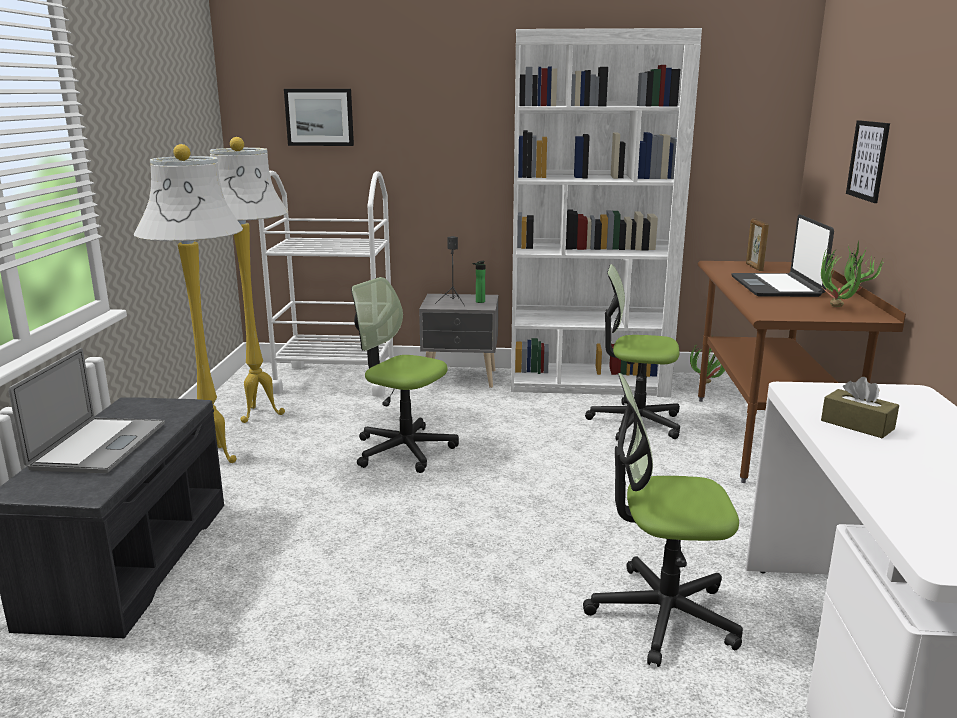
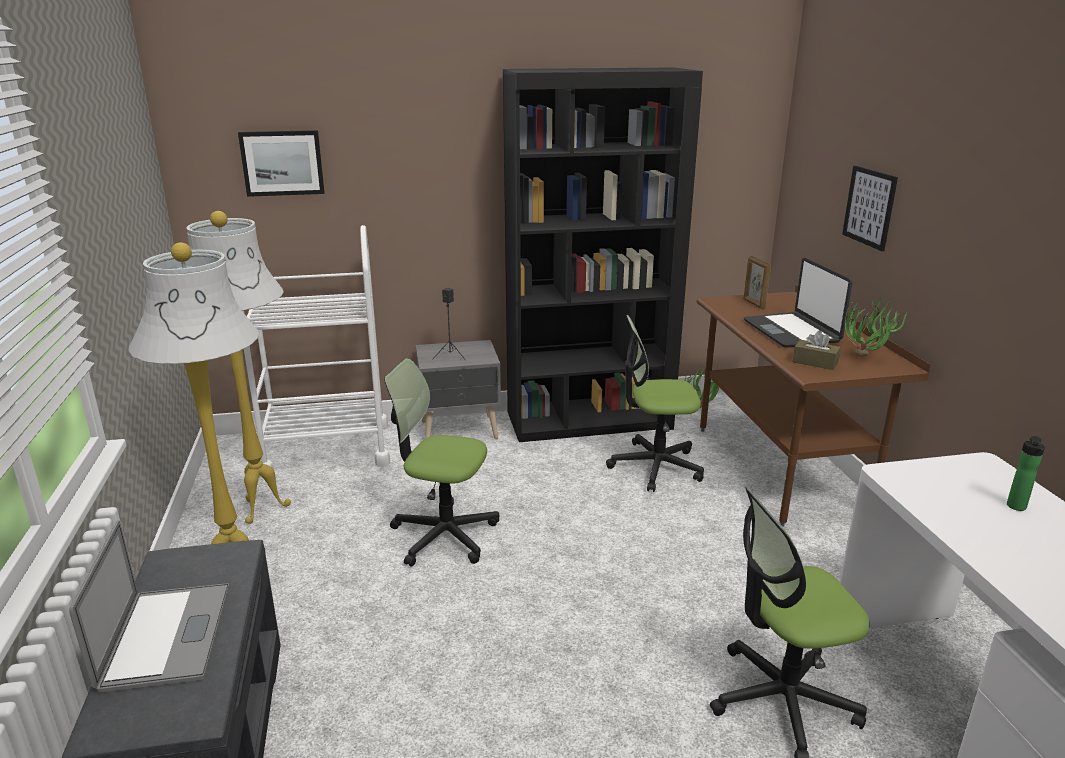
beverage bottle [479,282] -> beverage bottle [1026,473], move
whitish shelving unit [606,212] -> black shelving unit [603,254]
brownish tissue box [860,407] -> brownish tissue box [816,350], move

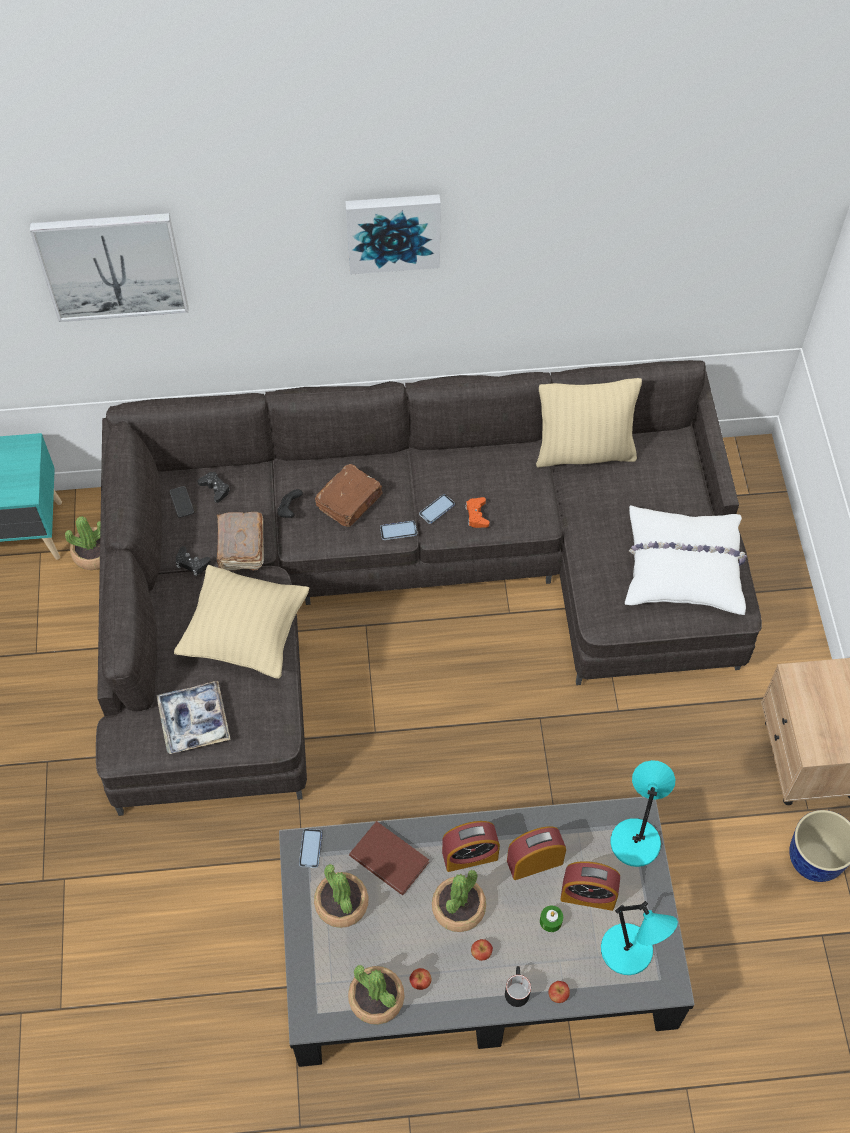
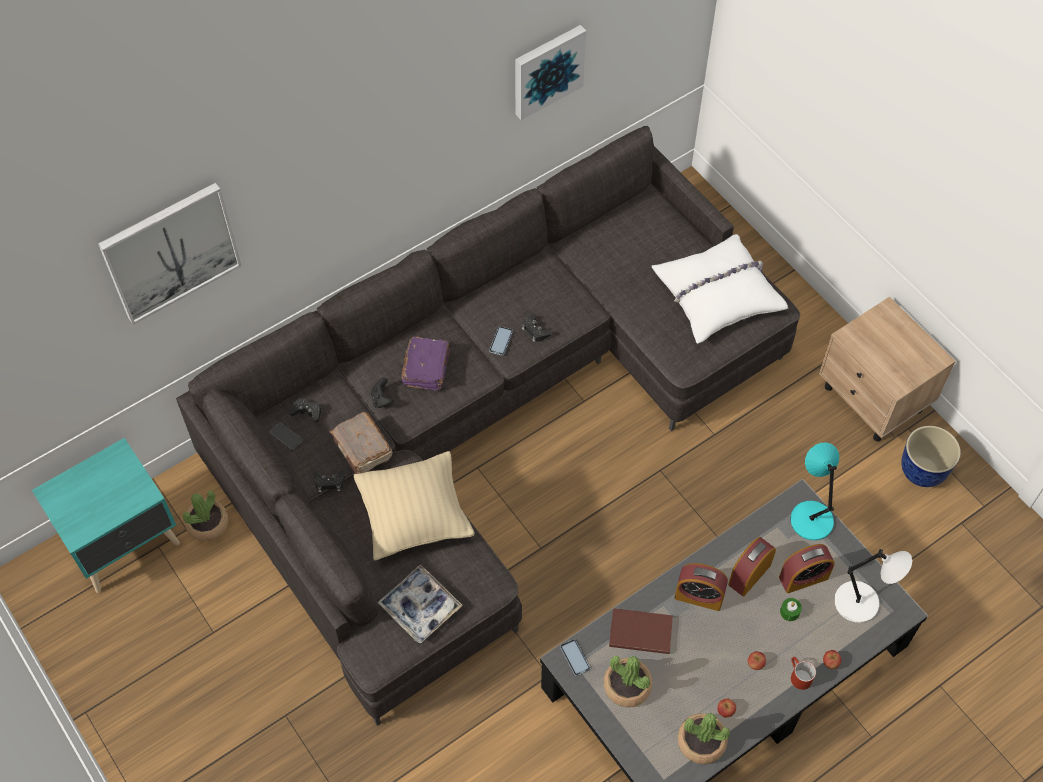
brownish volume [349,495] -> purplish volume [425,363]
wall picture [393,234] -> wall picture [550,72], move
handset [398,530] -> none
houseplant [459,901] -> none
table clock [471,846] -> table clock [701,587], 60 degrees clockwise
orange game controller [477,512] -> black game controller [536,328]
black coffee mug [518,986] -> red coffee mug [803,673]
sand-coloured throw pillow [589,422] -> none
turquoise-coloured tabletop lamp [639,938] -> whitish tabletop lamp [873,586]

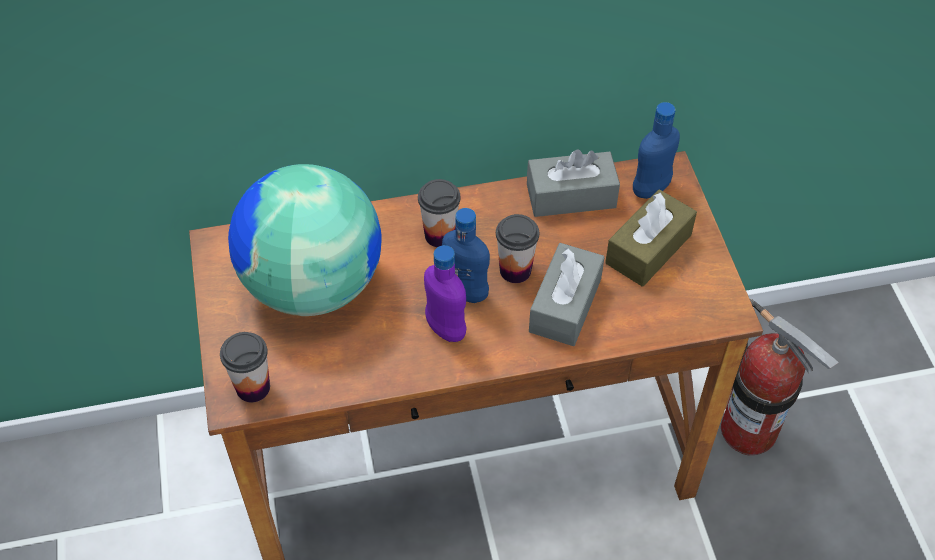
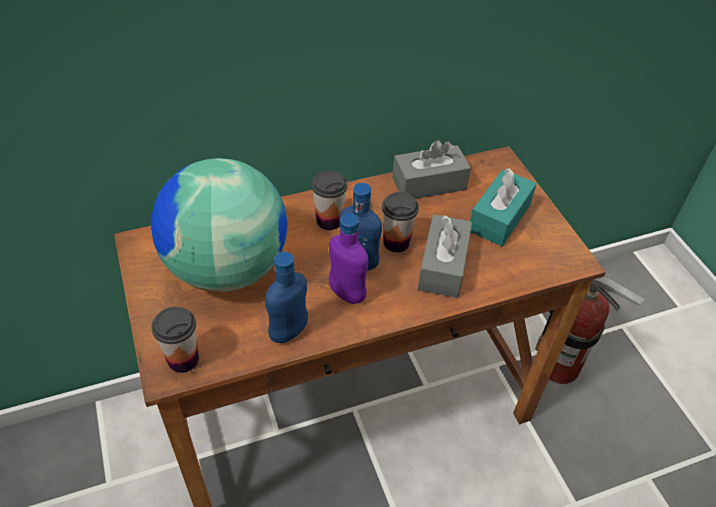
brownish tissue box [651,238] -> turquoise-coloured tissue box [503,207]
blue beverage bottle [656,150] -> blue beverage bottle [286,297], move

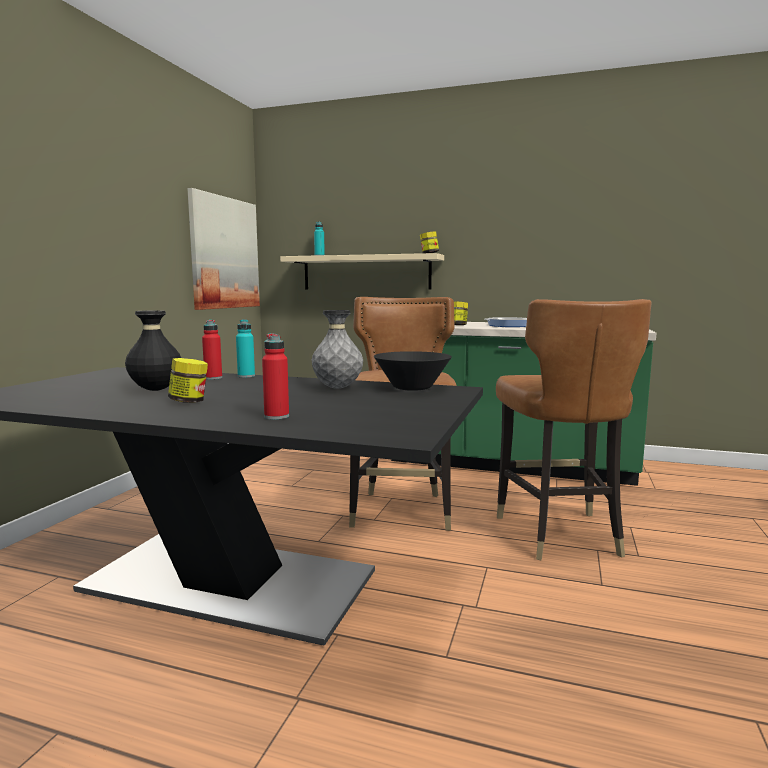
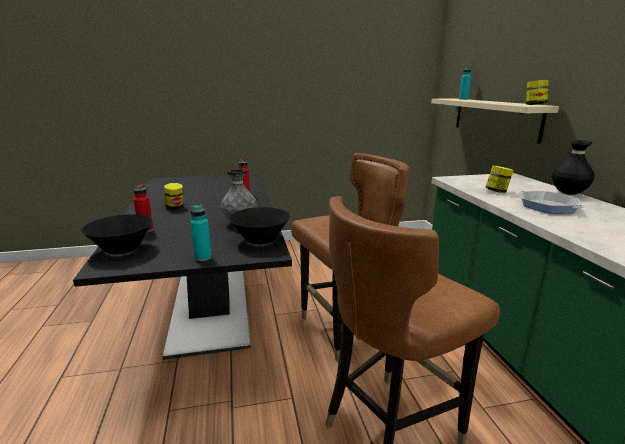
black vase [153,350] -> black vase [573,167], move
wall picture [223,249] -> none
turquoise-coloured beverage bottle [245,348] -> turquoise-coloured beverage bottle [201,233], move
none -> black deep dish [117,234]

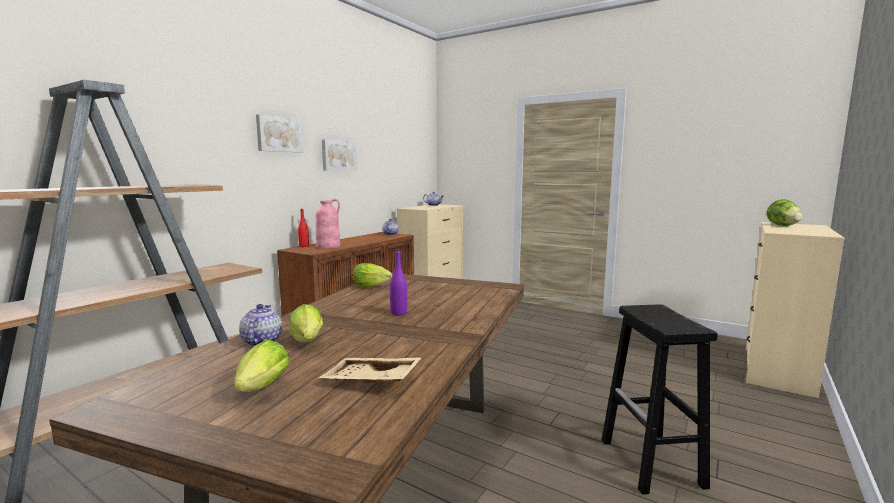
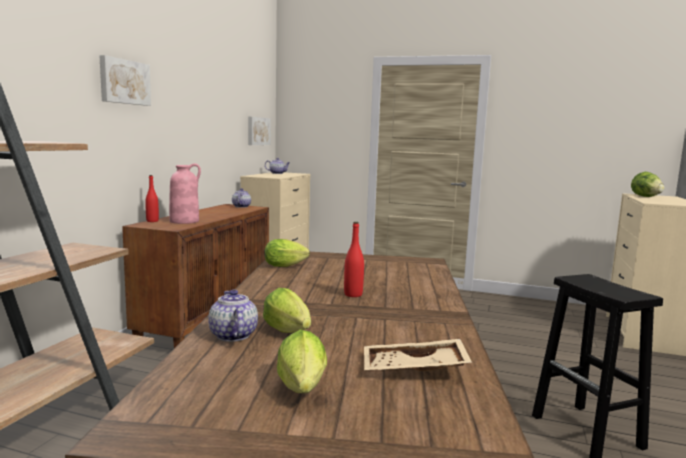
wall picture [340,154] -> wall picture [259,131], move
purplish beverage bottle [398,282] -> red beverage bottle [354,259]

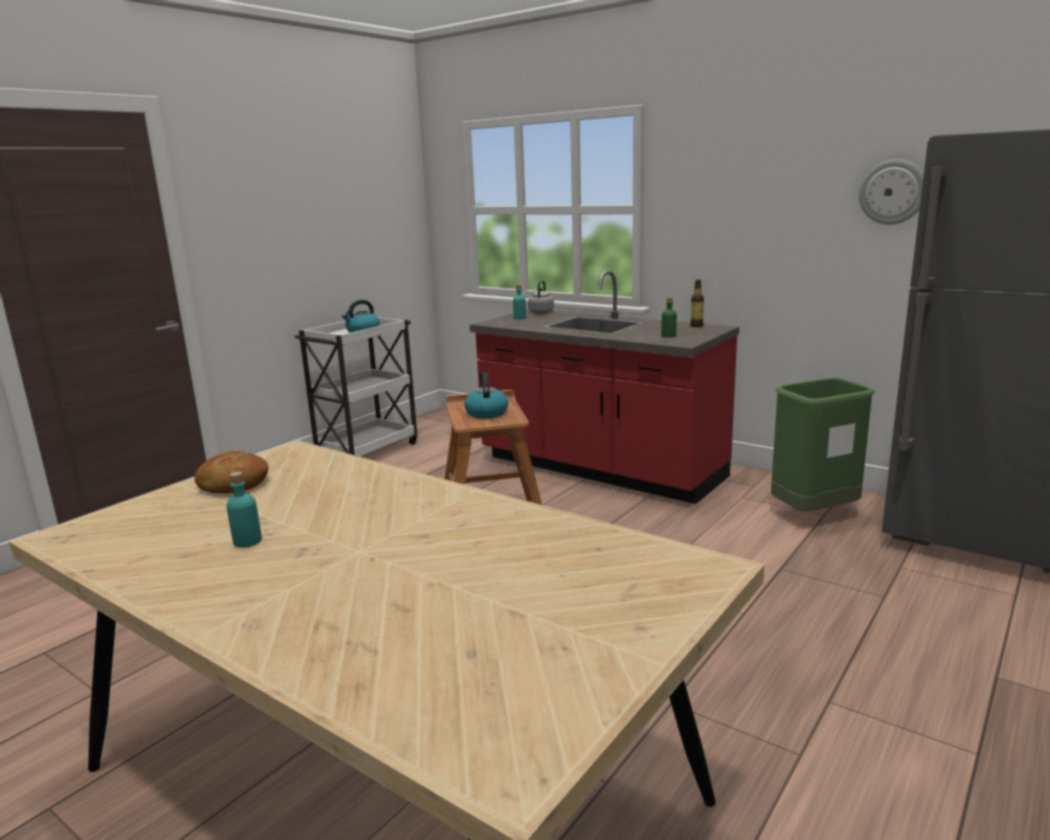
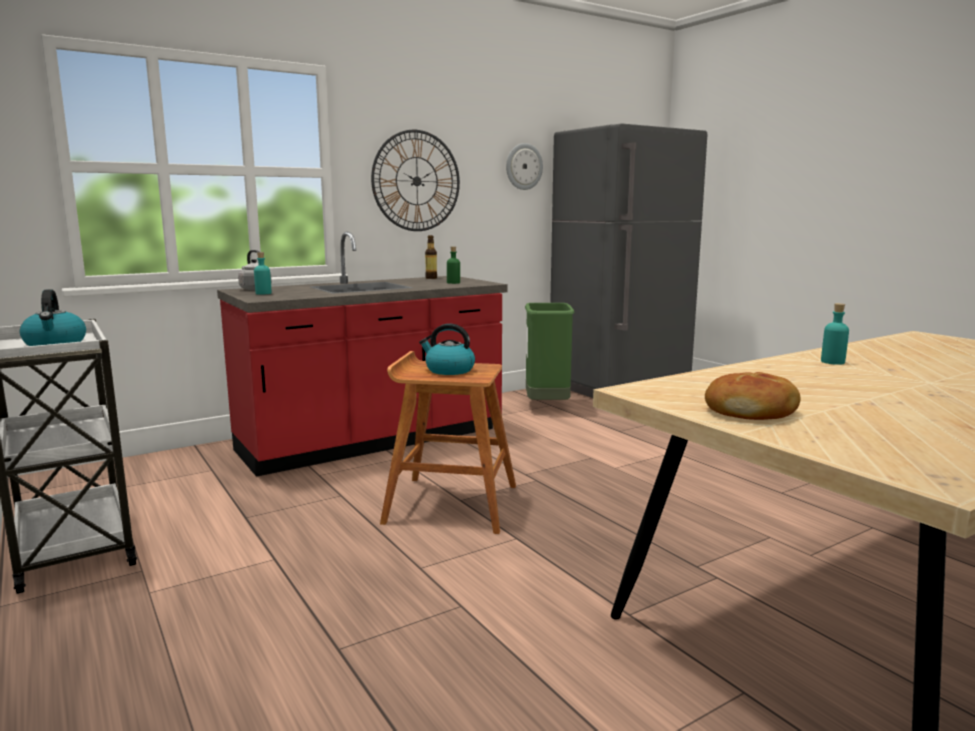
turquoise-coloured beverage bottle [244,509] -> turquoise-coloured beverage bottle [835,334], move
none -> hanging clock [415,180]

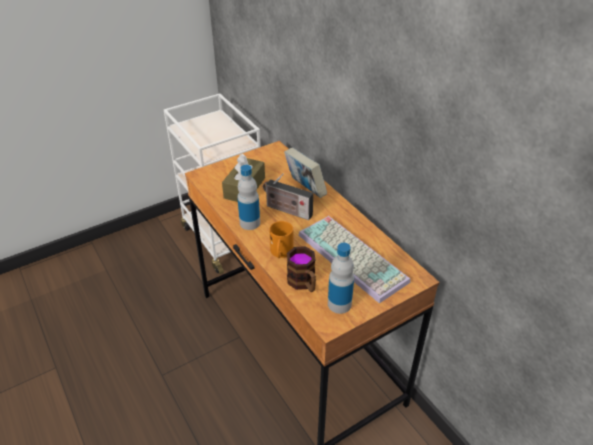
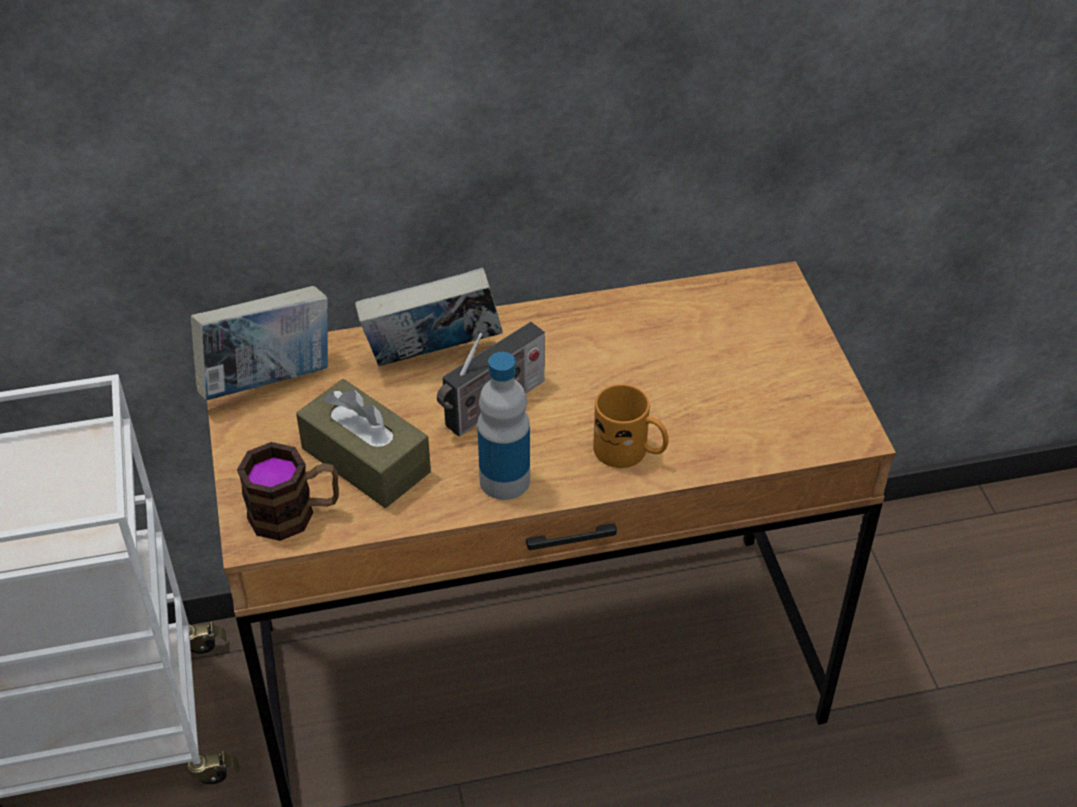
coffee mug [301,269] -> coffee mug [288,491], move
computer keyboard [354,259] -> none
beverage bottle [341,278] -> none
none -> volume [259,343]

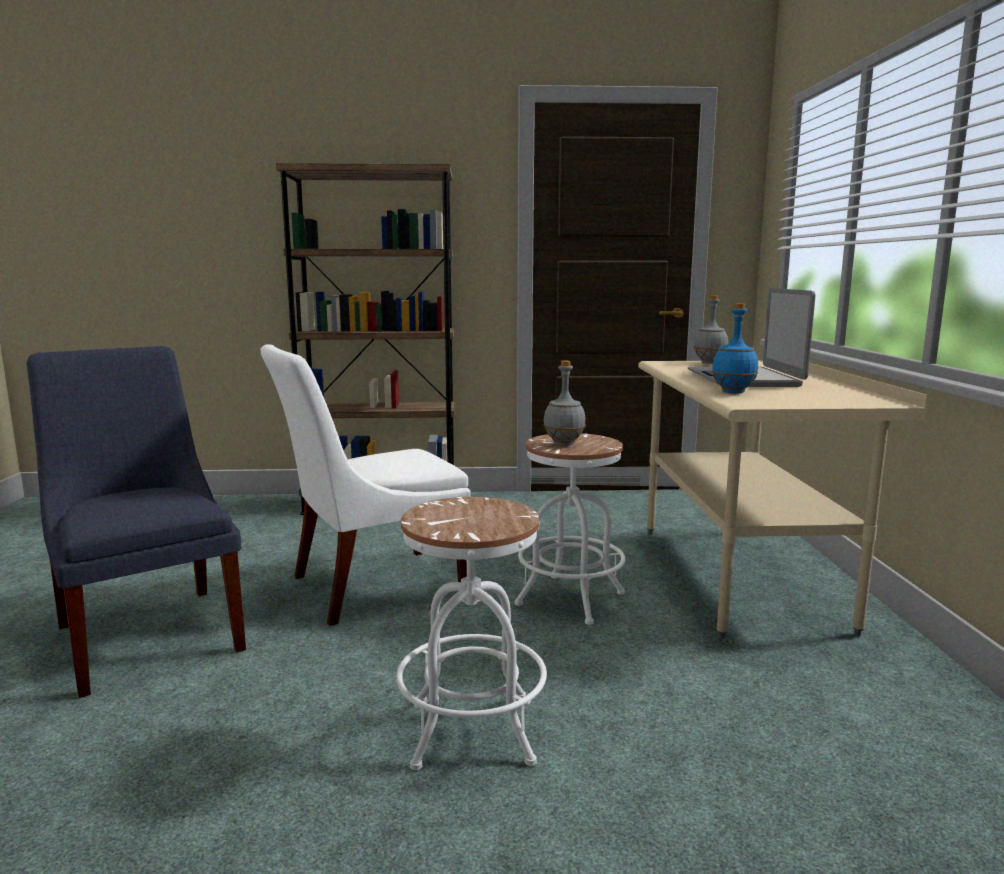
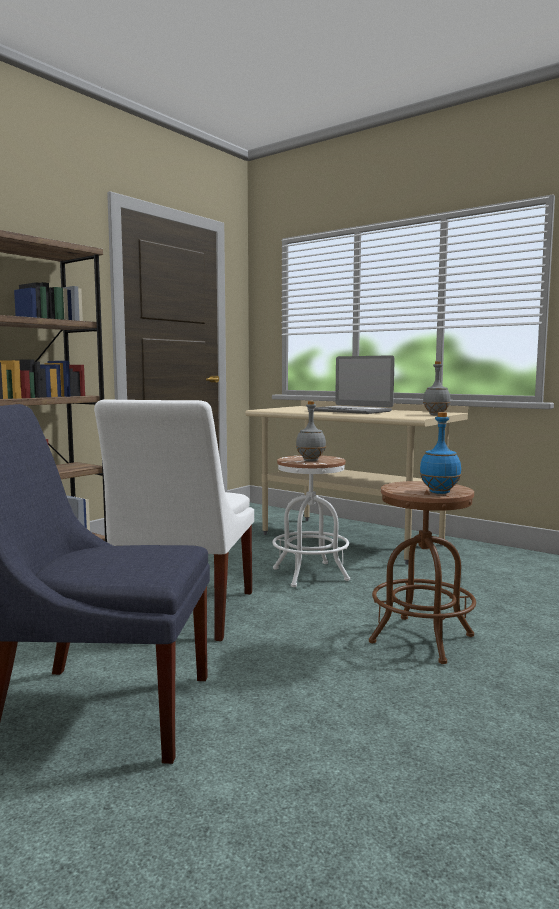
whitish stool [471,633] -> brownish stool [422,572]
grey beverage bottle [710,329] -> grey beverage bottle [437,388], move
blue beverage bottle [735,348] -> blue beverage bottle [440,453], move

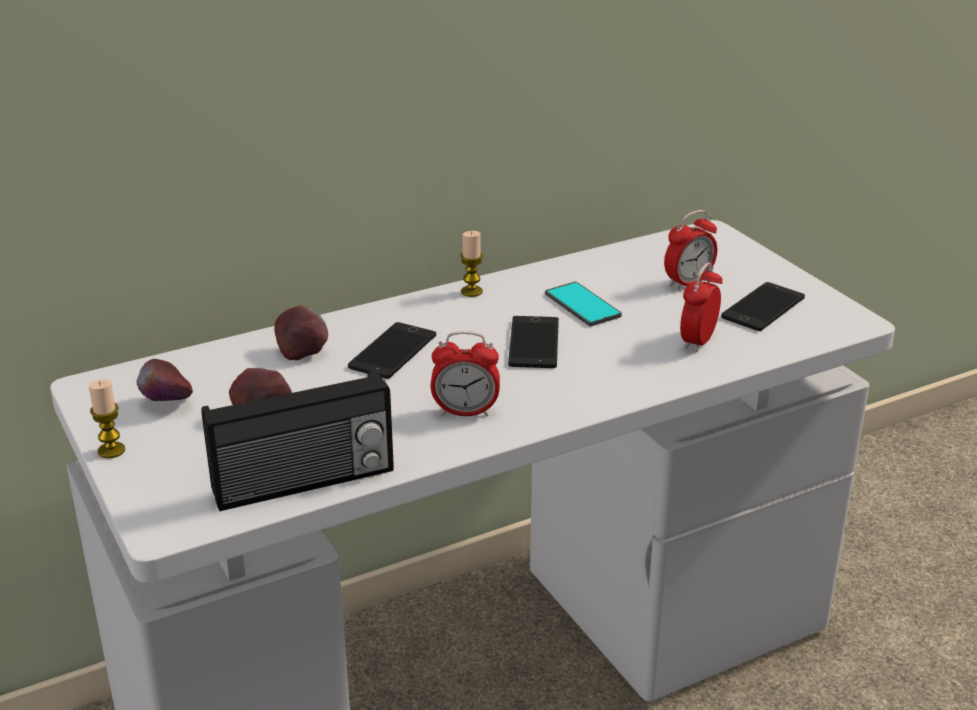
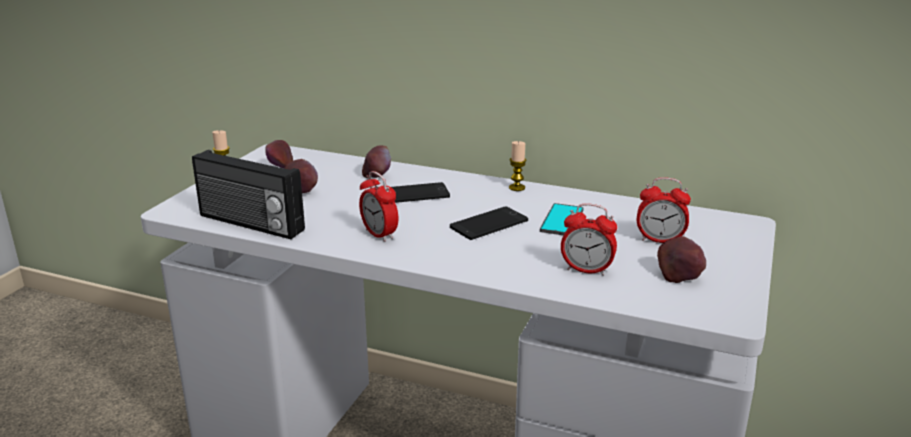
table clock [701,307] -> table clock [589,239], 150 degrees counterclockwise
handset [763,306] -> apple [681,259]

